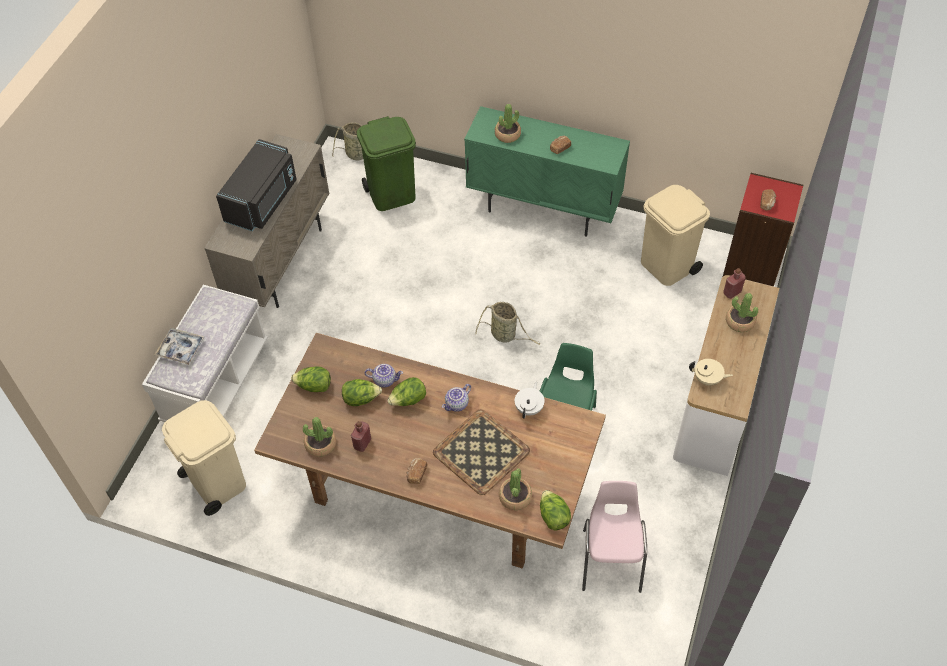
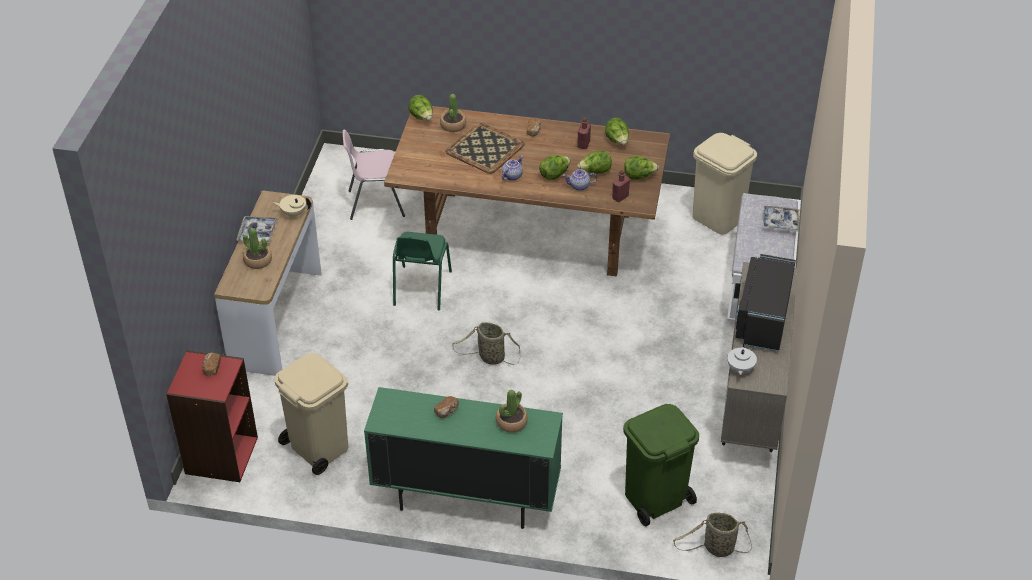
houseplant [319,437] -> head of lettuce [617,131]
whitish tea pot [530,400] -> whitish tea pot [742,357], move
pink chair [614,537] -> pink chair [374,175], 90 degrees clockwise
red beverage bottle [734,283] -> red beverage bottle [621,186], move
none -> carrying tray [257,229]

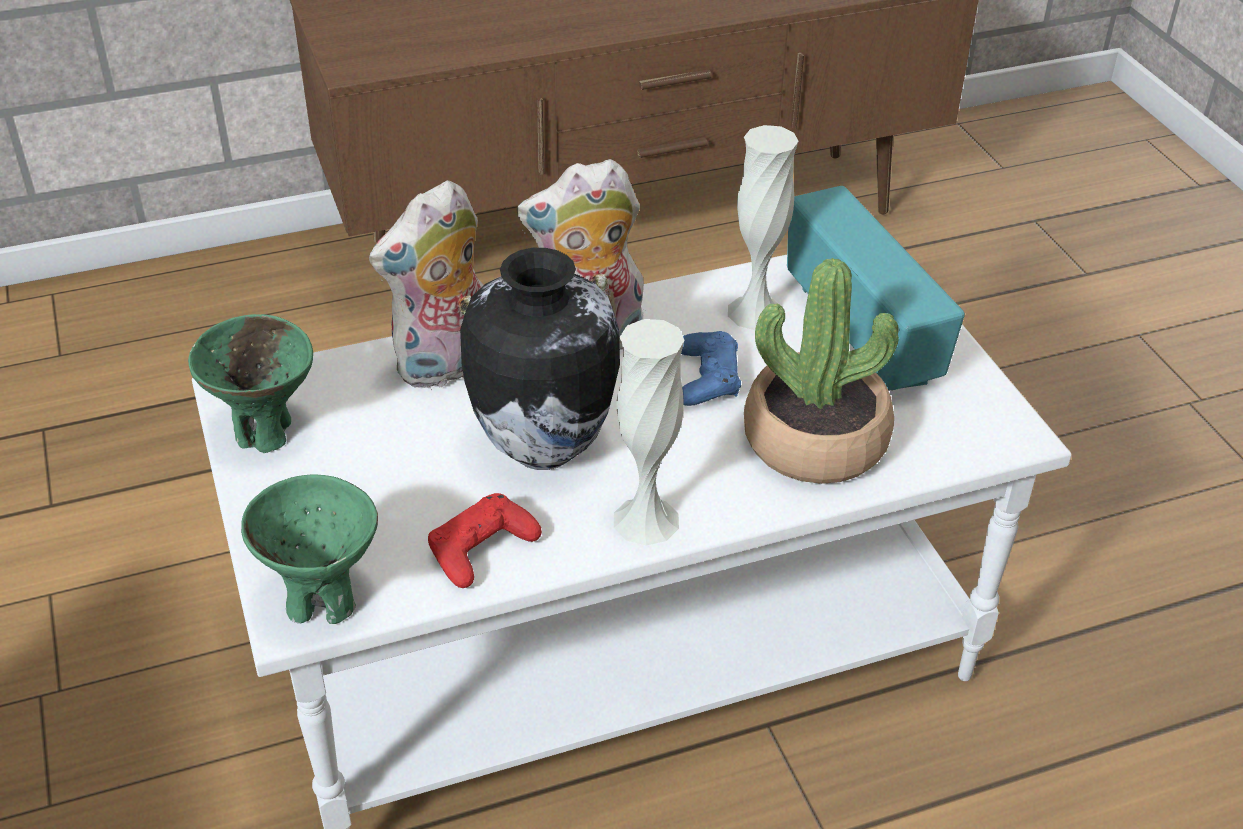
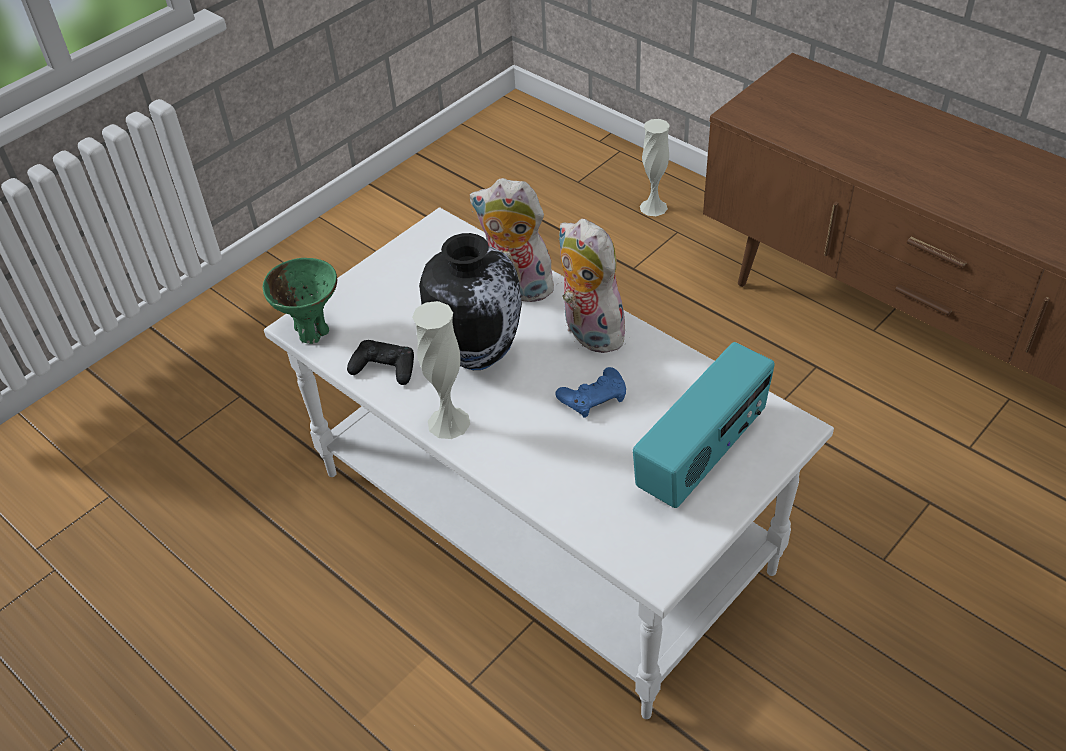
greenish deep dish [250,383] -> none
red game controller [485,540] -> black game controller [380,362]
whitish vase [763,227] -> whitish vase [655,167], move
houseplant [821,371] -> none

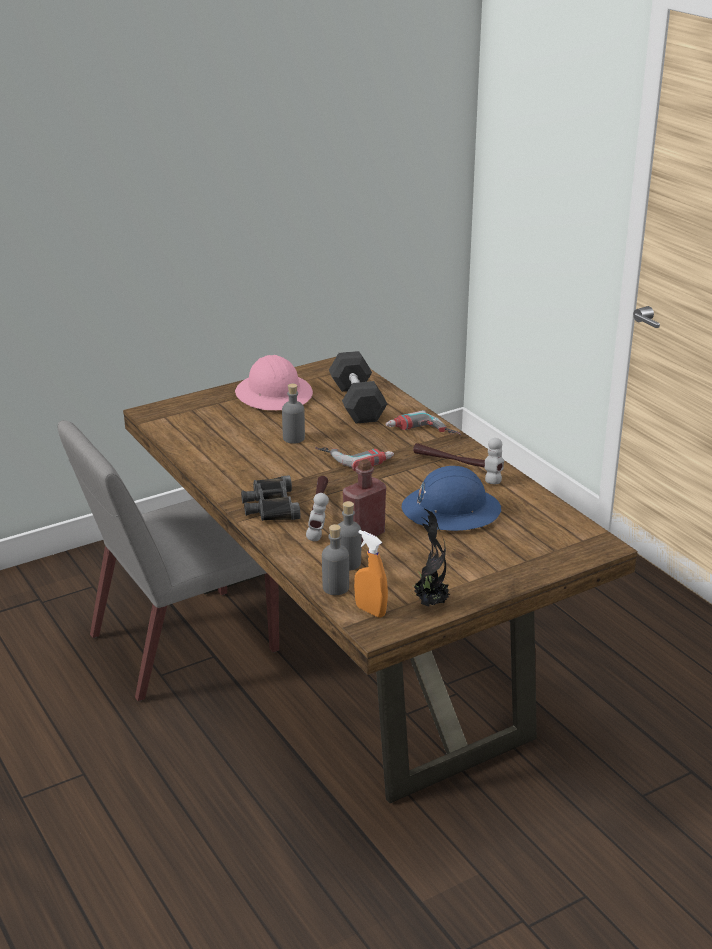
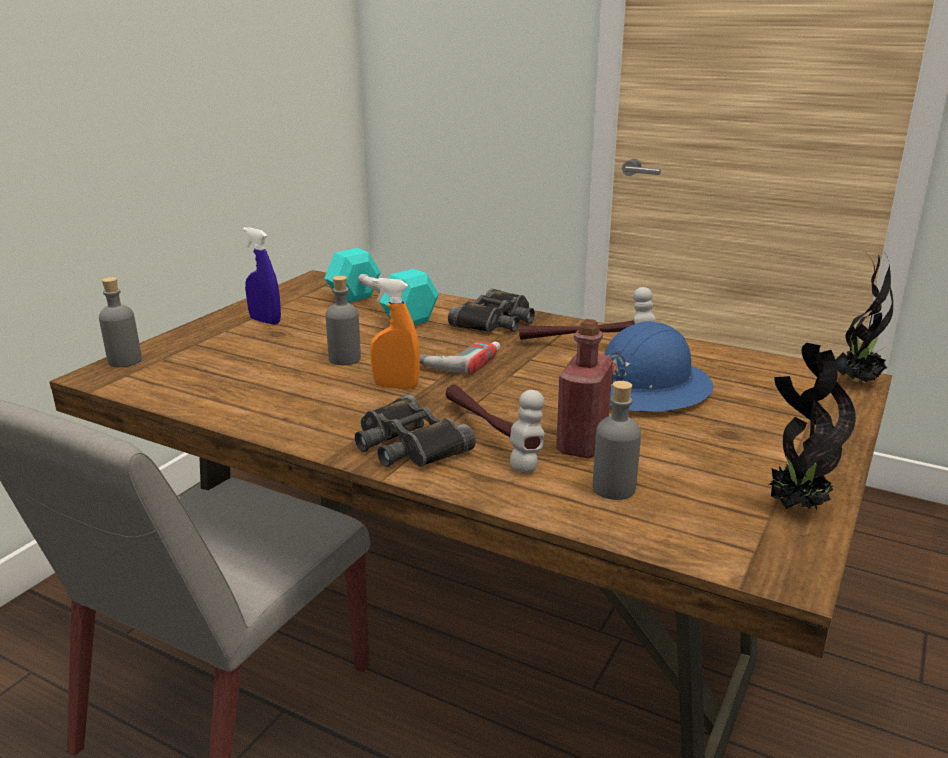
pink work helmet [274,382] -> blue hand sprayer [262,276]
grey beverage bottle [335,559] -> grey beverage bottle [120,322], move
grey free weight [358,387] -> turquoise-coloured free weight [381,286]
orange hand sprayer [371,574] -> orange hand sprayer [395,333], move
drill [423,422] -> black field glasses [491,311]
none -> houseplant [864,316]

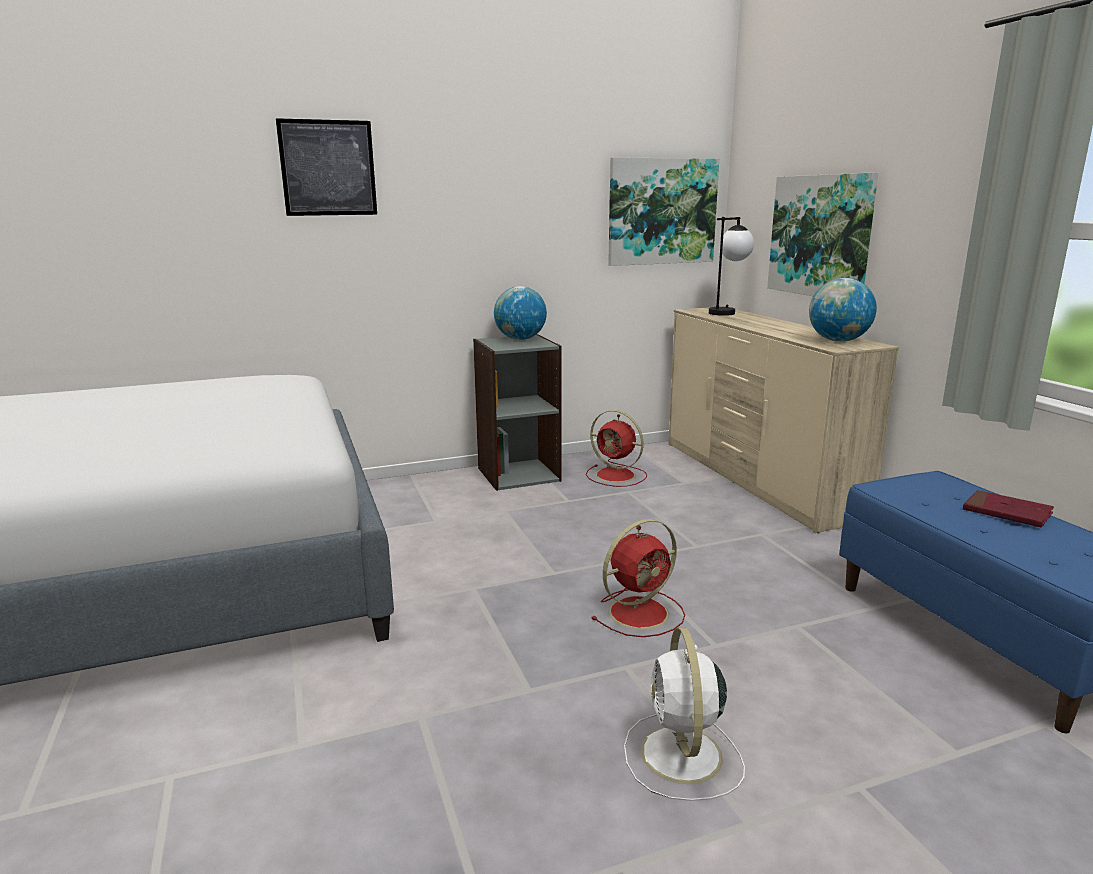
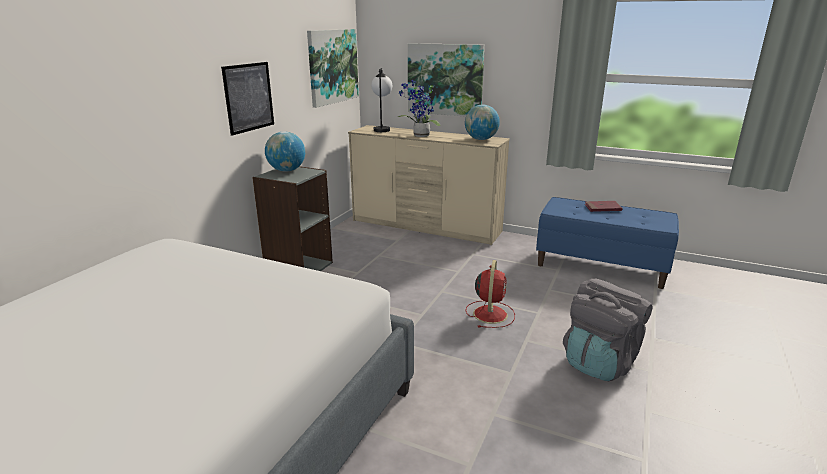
wall picture [326,167] -> wall picture [247,99], move
red cooling fan [616,448] -> none
whitish cooling fan [684,714] -> grey knapsack [608,330]
none -> houseplant [418,108]

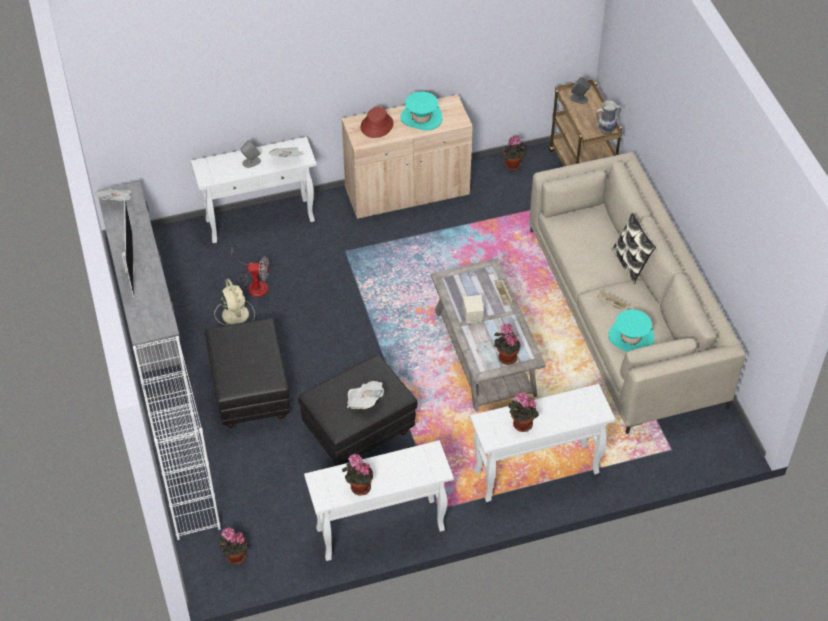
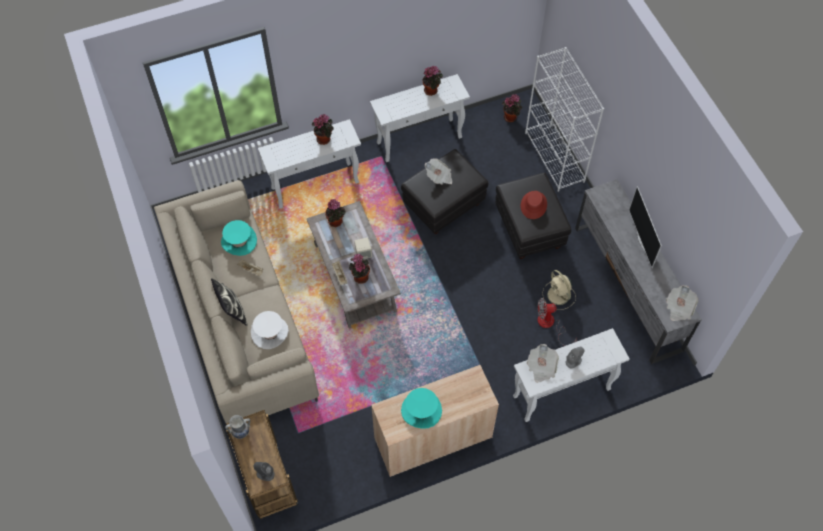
red wearable hat [377,122] -> red wearable hat [534,205], move
houseplant [514,152] -> houseplant [359,269], move
none -> whitish wearable hat [270,330]

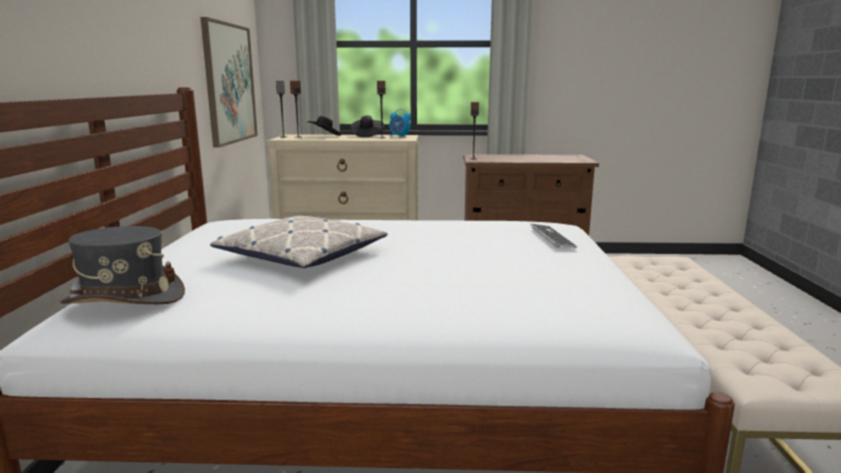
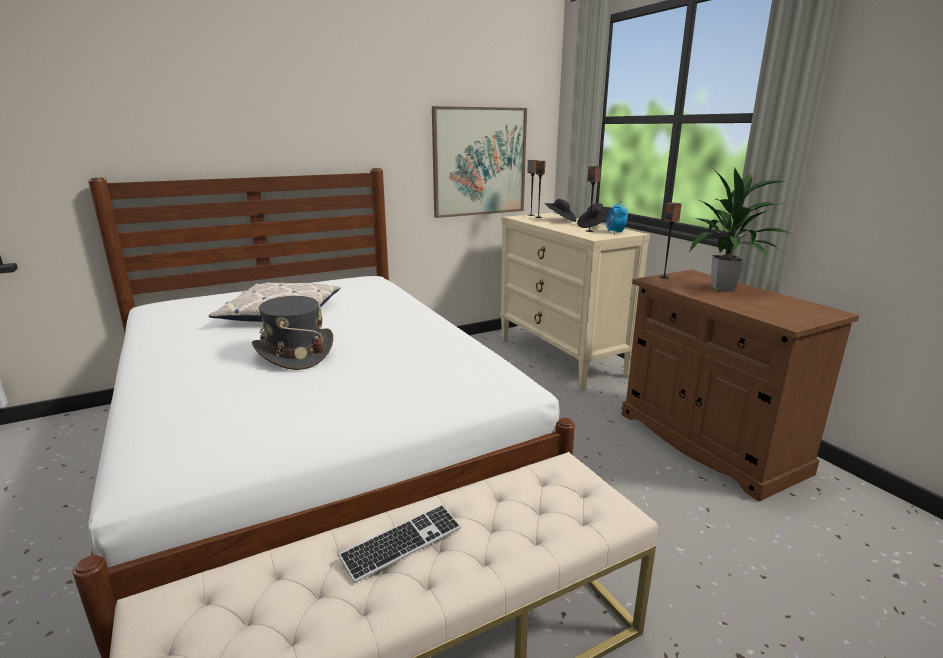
grey wearable hat [122,265] -> grey wearable hat [292,333], move
computer keyboard [553,236] -> computer keyboard [399,543], move
none -> houseplant [741,229]

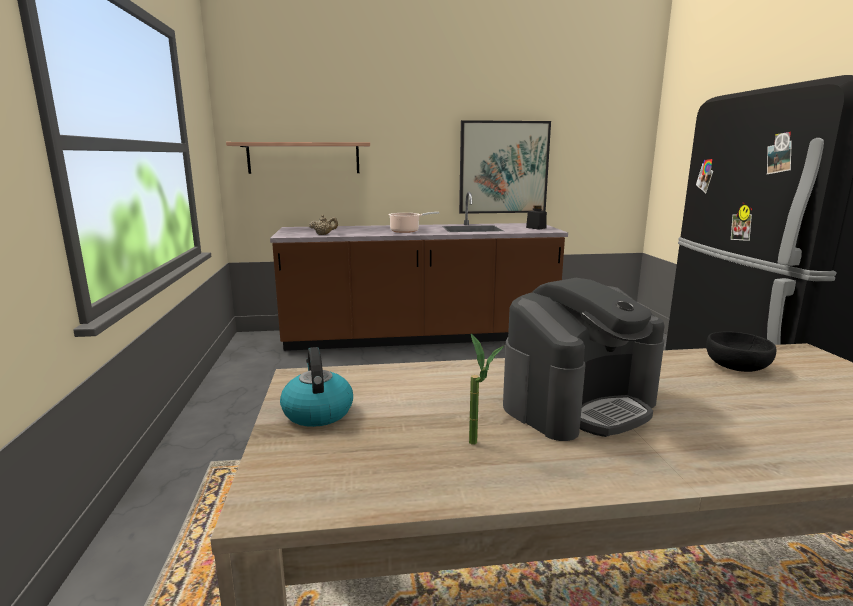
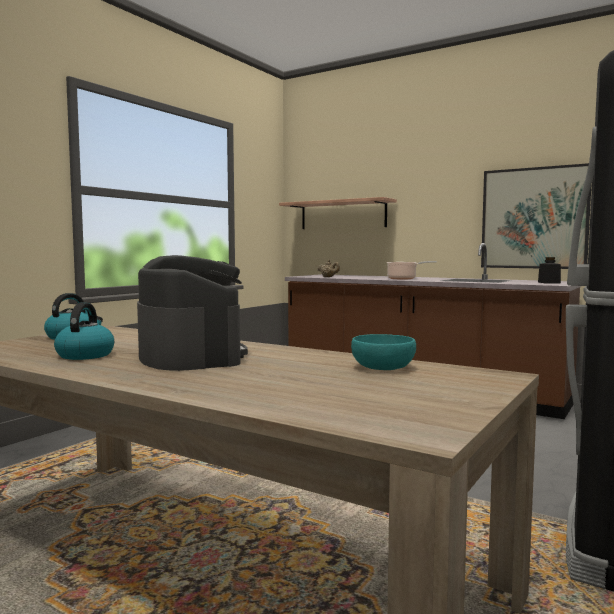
houseplant [487,389] -> water kettle [84,331]
coffee brewer [583,359] -> coffee brewer [192,313], 120 degrees counterclockwise
black deep dish [741,351] -> turquoise-coloured deep dish [383,352]

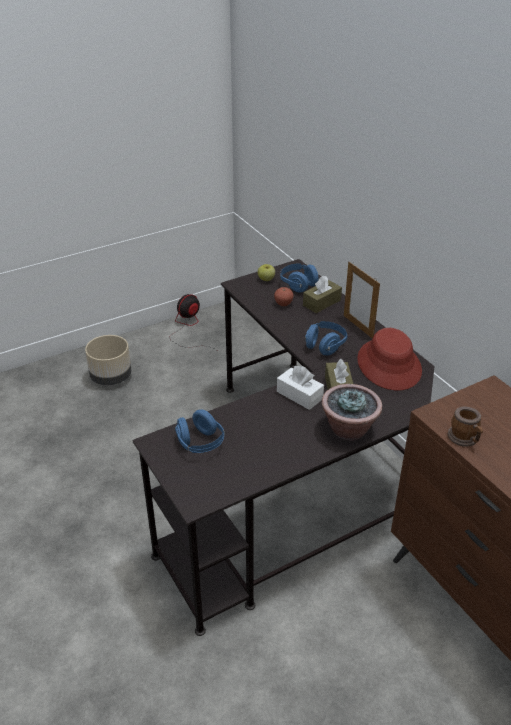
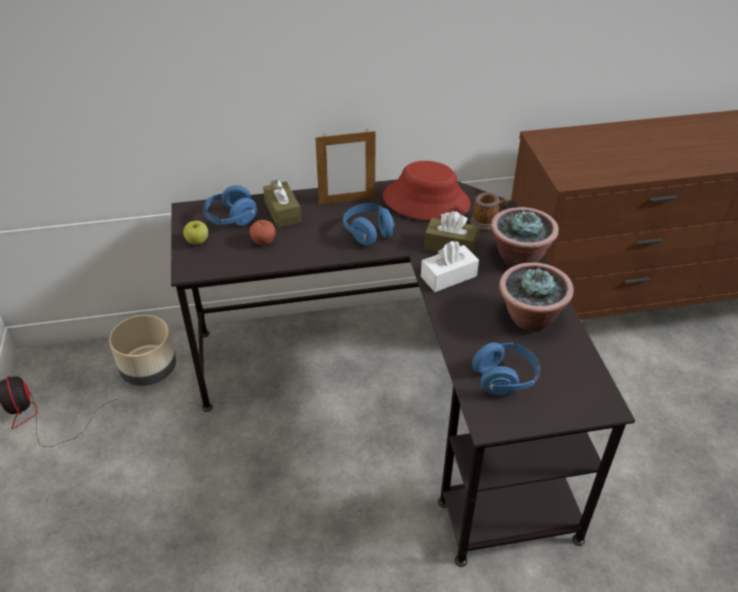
sand-coloured plant pot [108,360] -> sand-coloured plant pot [142,350], move
coffee mug [465,426] -> coffee mug [489,211], move
none -> houseplant [536,296]

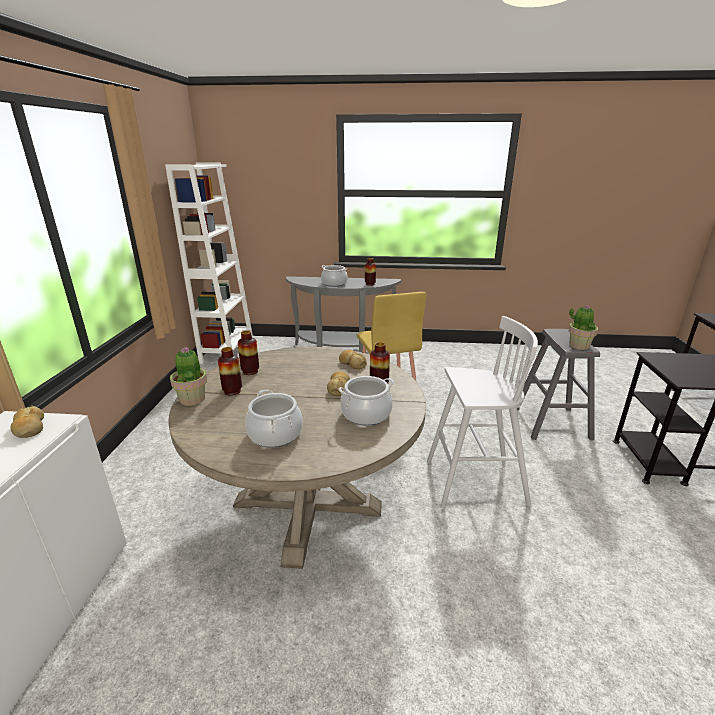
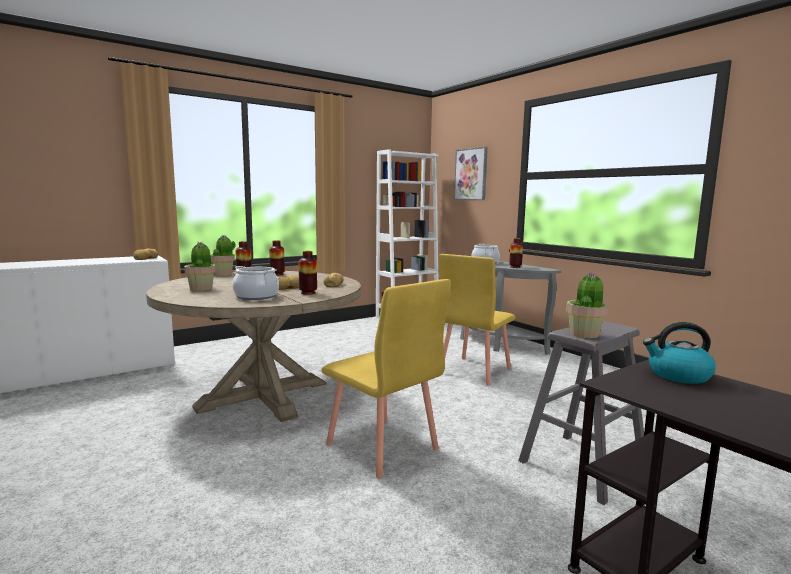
saucepot [274,418] -> houseplant [200,266]
whitish stool [482,412] -> yellow chair [386,379]
none -> wall picture [471,173]
none -> water kettle [679,353]

